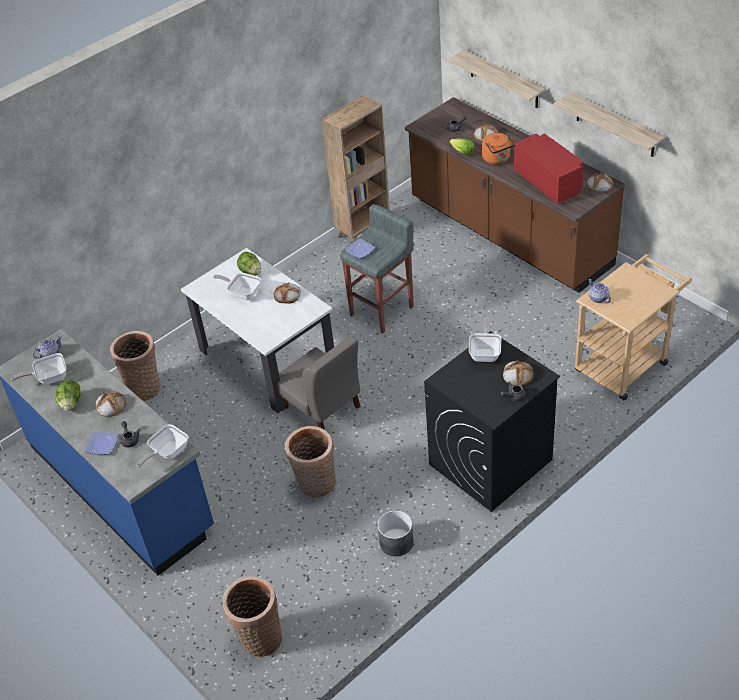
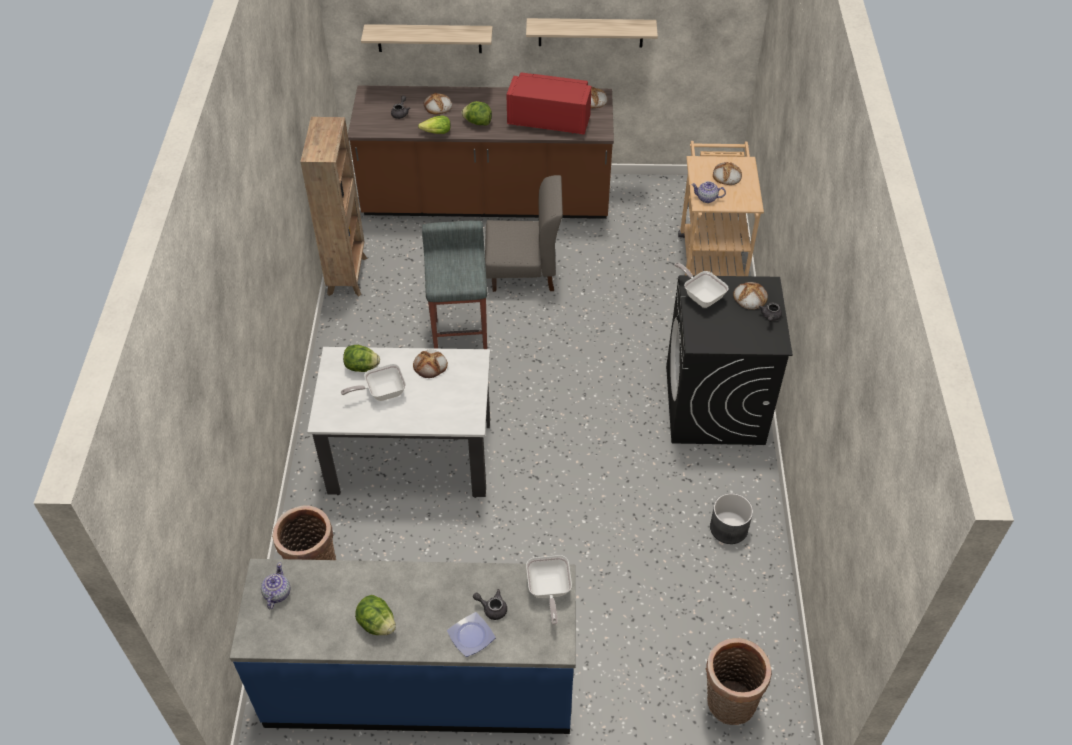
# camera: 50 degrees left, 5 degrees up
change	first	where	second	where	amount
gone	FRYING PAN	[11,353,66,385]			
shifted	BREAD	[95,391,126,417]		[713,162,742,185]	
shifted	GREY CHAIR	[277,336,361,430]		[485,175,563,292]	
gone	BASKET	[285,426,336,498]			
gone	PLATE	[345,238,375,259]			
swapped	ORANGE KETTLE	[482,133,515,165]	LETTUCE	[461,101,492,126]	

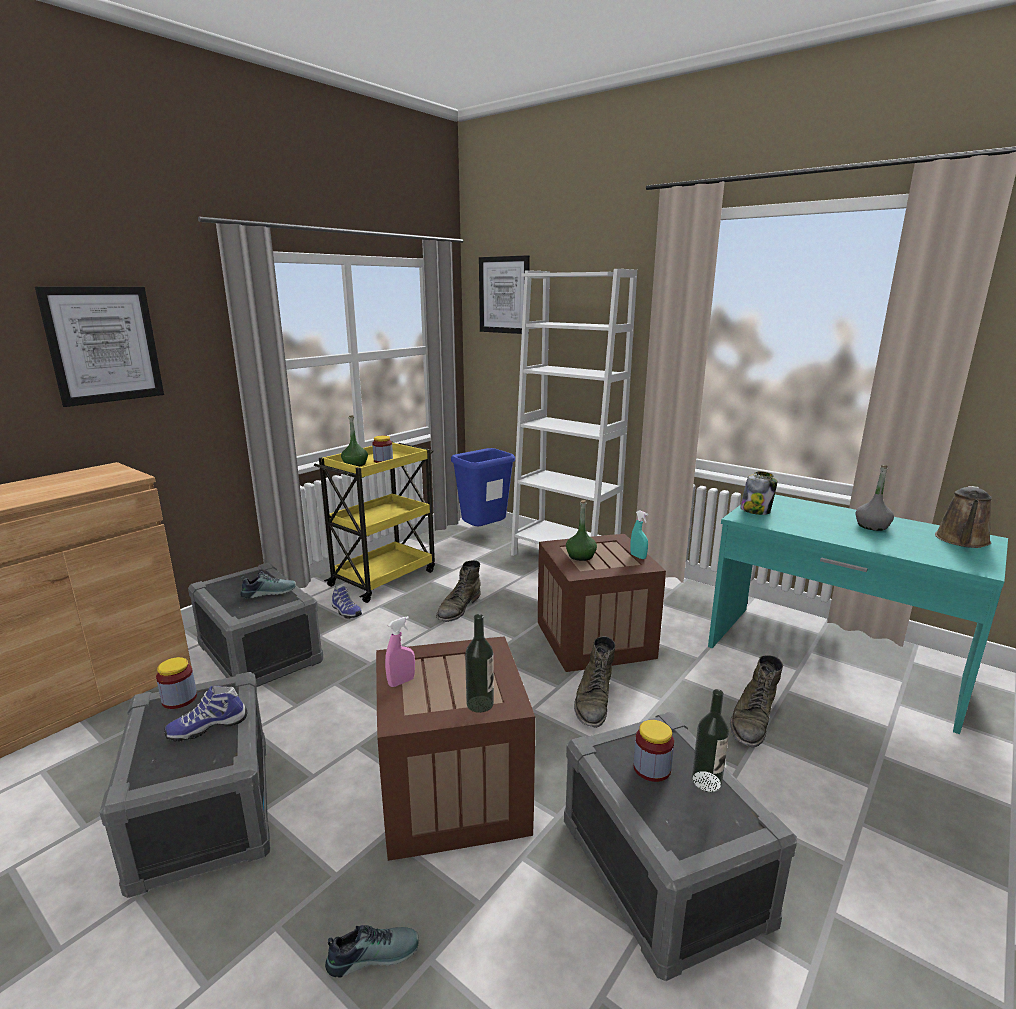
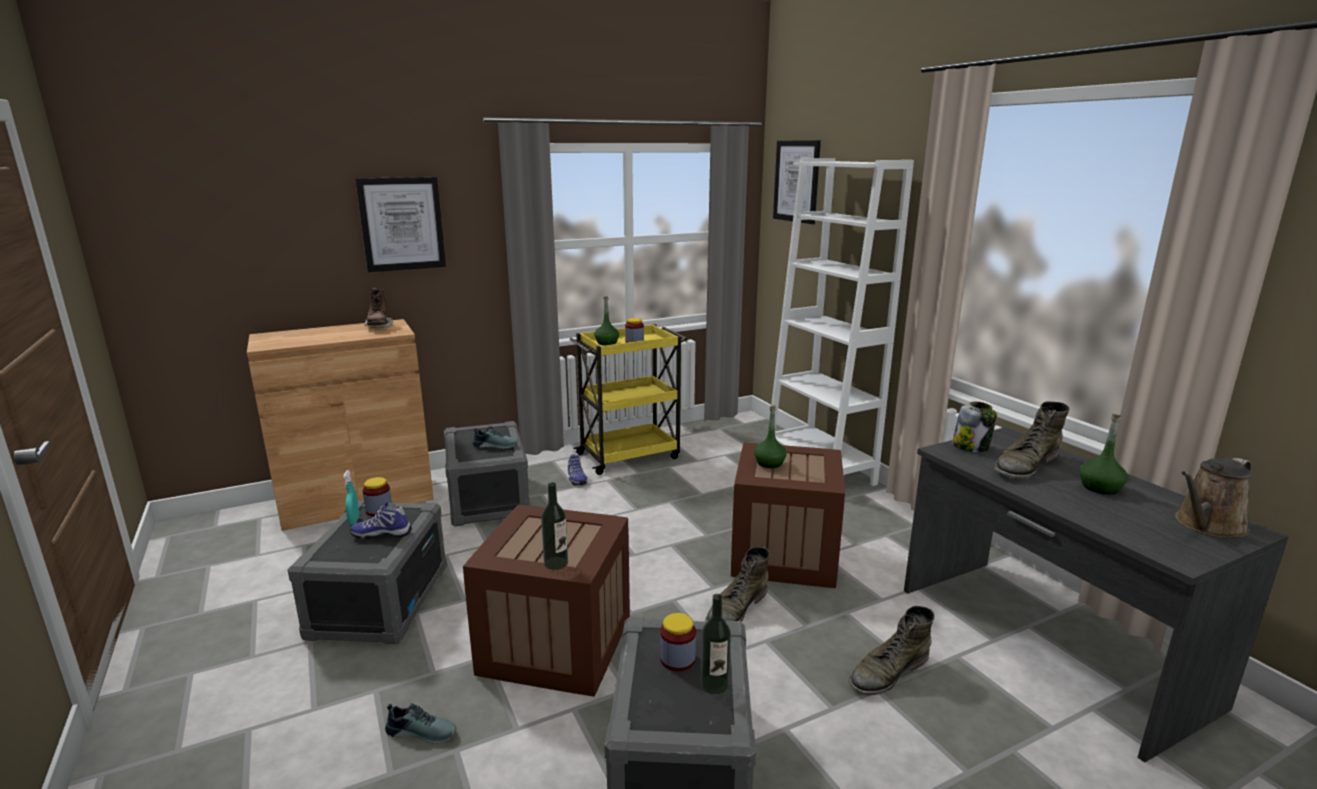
# camera: 25 degrees right, 0 degrees up
change	first	where	second	where	amount
gone	PINK SPRAY BOTTLE	[385,616,415,687]			
shifted	GREEN BOOT	[436,560,481,622]		[994,402,1070,479]	
gone	BLUE TRASH CAN	[451,448,515,526]			
shifted	TURQUOISE SPRAY BOTTLE	[630,510,648,559]		[343,470,359,525]	
repainted	TURQUOISE DESK	[708,495,1008,734]	GREY DESK	[904,427,1289,763]	
repainted	GREY BOTTLE	[855,465,894,531]	GREEN BOTTLE	[1080,414,1128,495]	
new			BROWN BOOT	[364,288,393,328]	

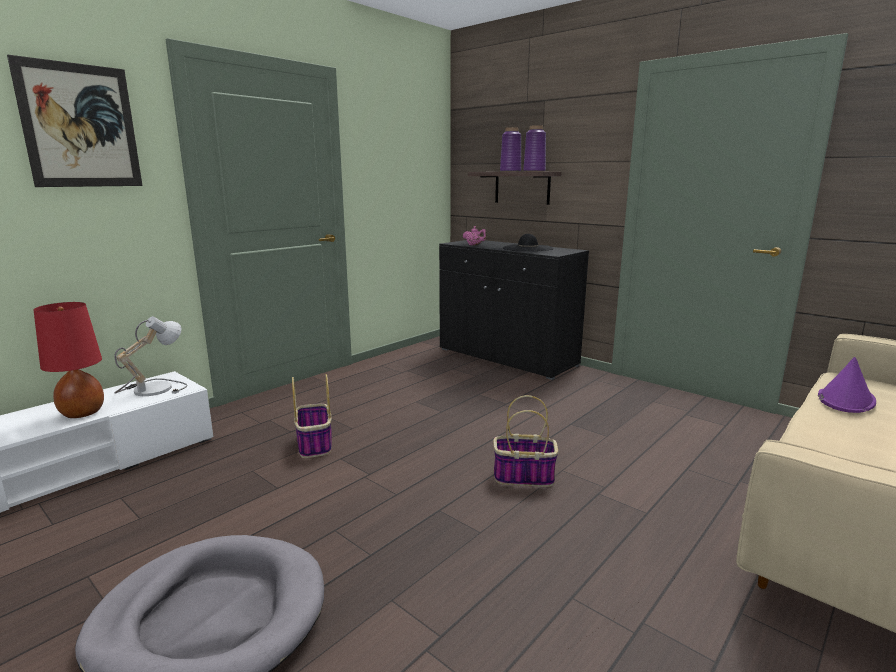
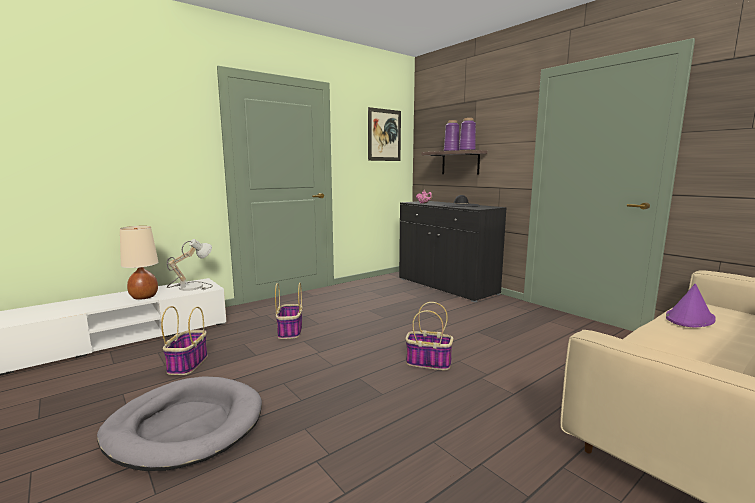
# camera: 10 degrees right, 5 degrees down
change	first	where	second	where	amount
shifted	PICTURE	[7,54,143,187]		[368,107,401,161]	
repainted	RED TABLE LAMP	[34,302,104,418]	BEIGE TABLE LAMP	[120,226,159,300]	
new			BASKET	[161,306,208,375]	

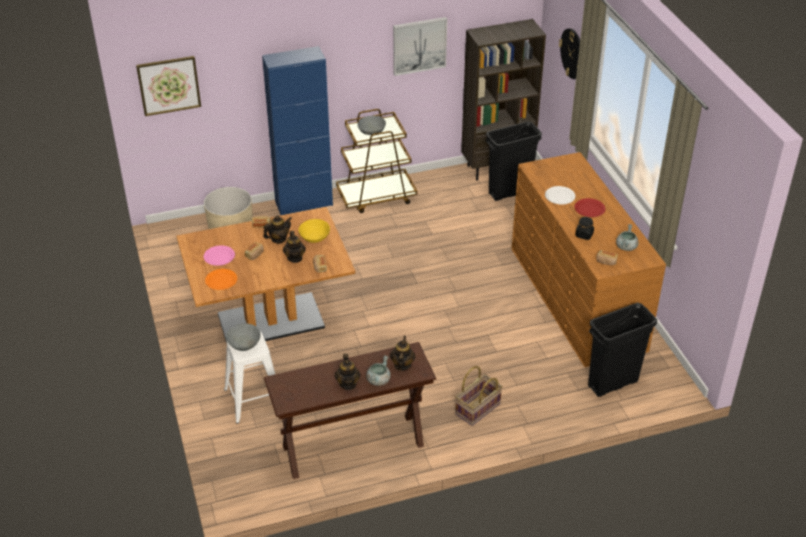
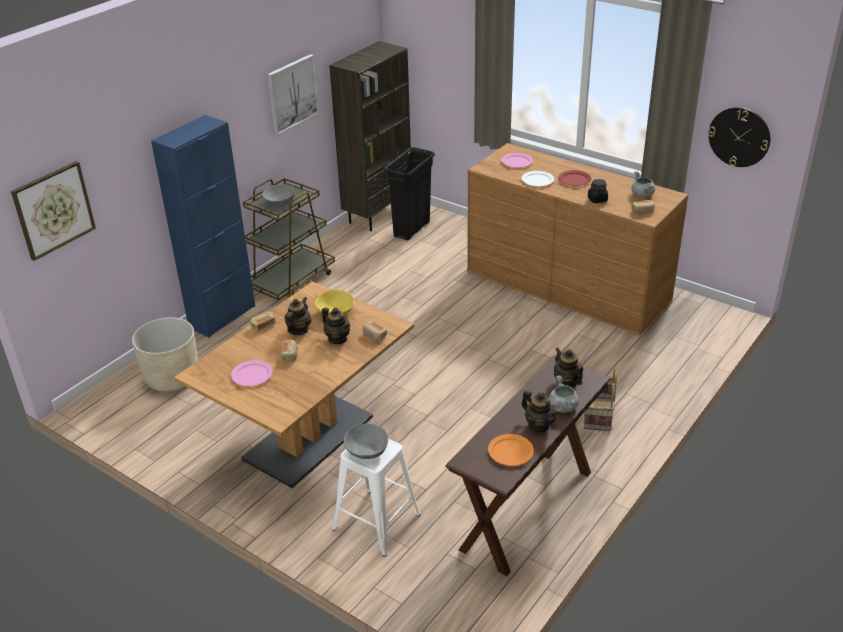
# camera: 35 degrees left, 5 degrees down
change	first	where	second	where	amount
shifted	ORANGE PLATE	[205,269,237,290]		[488,434,534,466]	
shifted	WALL CLOCK	[559,28,580,79]		[708,107,770,167]	
gone	BLACK TRASH CAN	[588,303,657,397]			
new			PINK PLATE	[501,153,533,168]	

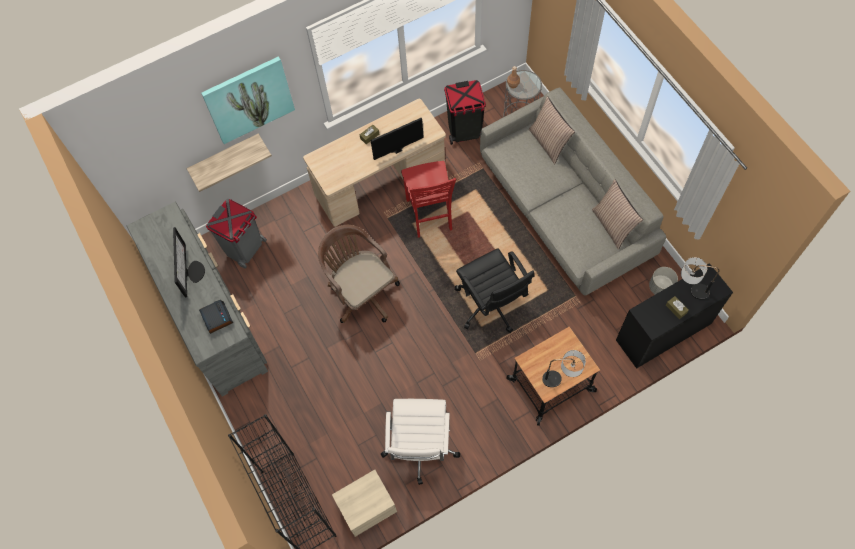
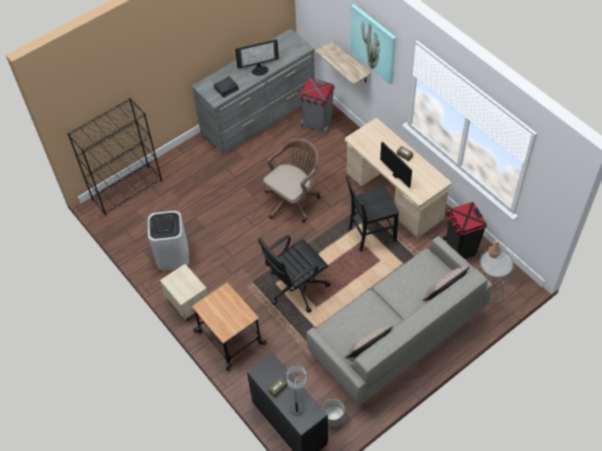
# camera: 80 degrees right, 10 degrees down
change	first	where	second	where	amount
shifted	BEIGE NIGHTSTAND	[332,470,397,537]		[160,264,208,321]	
swapped	WHITE OFFICE CHAIR	[380,399,460,485]	WHITE TRASH CAN	[147,211,189,271]	
repainted	RED CHAIR	[401,161,456,238]	BLACK CHAIR	[346,176,399,252]	
gone	TABLE LAMP	[542,350,586,387]			

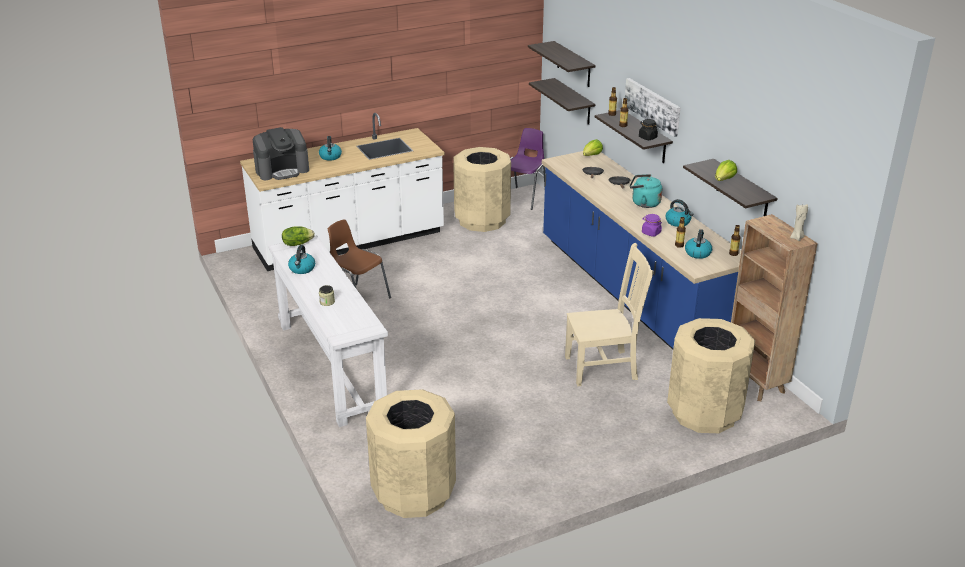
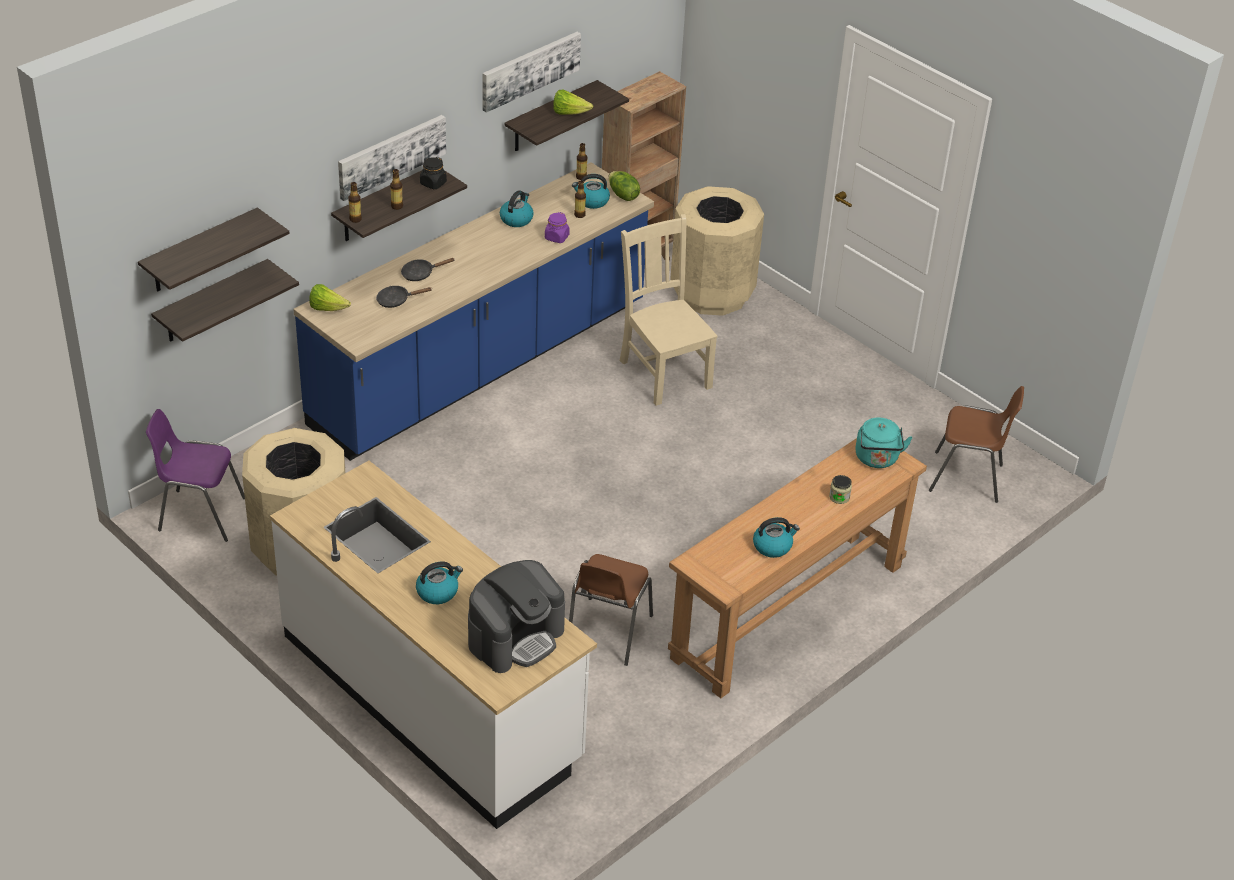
# camera: 110 degrees left, 10 degrees up
change	first	where	second	where	amount
rotated	COFFEE MACHINE	[253,127,309,180]		[468,560,565,673]	90 degrees clockwise
repainted	WHITE CONSOLE TABLE	[269,235,388,427]	BROWN CONSOLE TABLE	[668,438,927,698]	
shifted	LETTUCE	[282,226,315,246]		[608,171,640,201]	
swapped	BEIGE TRASH CAN	[366,389,456,518]	BROWN CHAIR	[929,386,1024,503]	
shifted	TURQUOISE KETTLE	[630,174,662,208]		[855,418,912,468]	
gone	BEIGE CANDLE	[790,204,808,241]			
new			PICTURE	[482,32,581,113]	

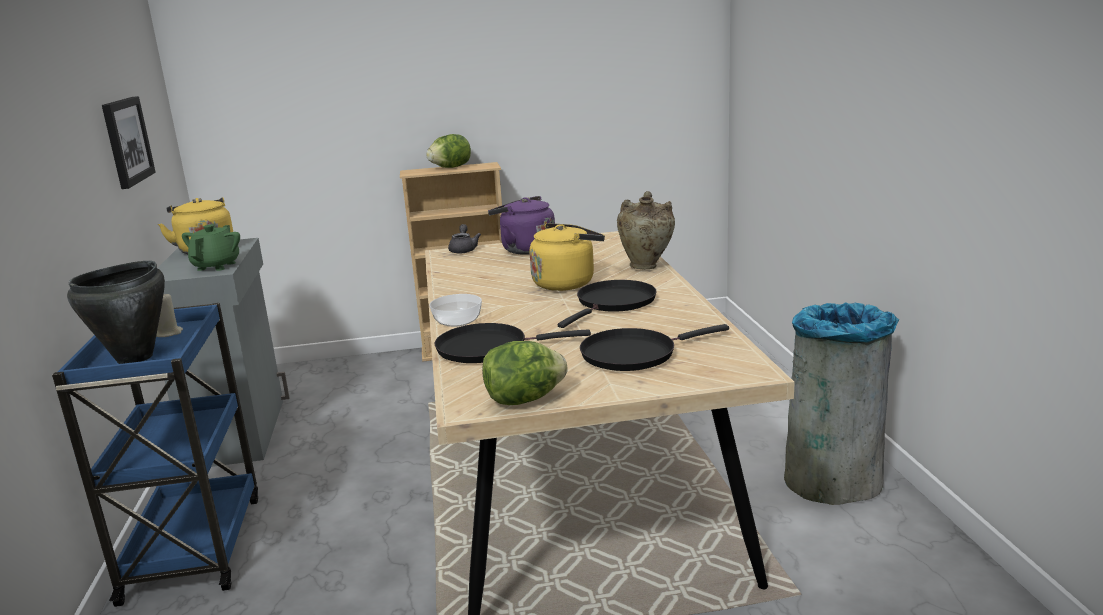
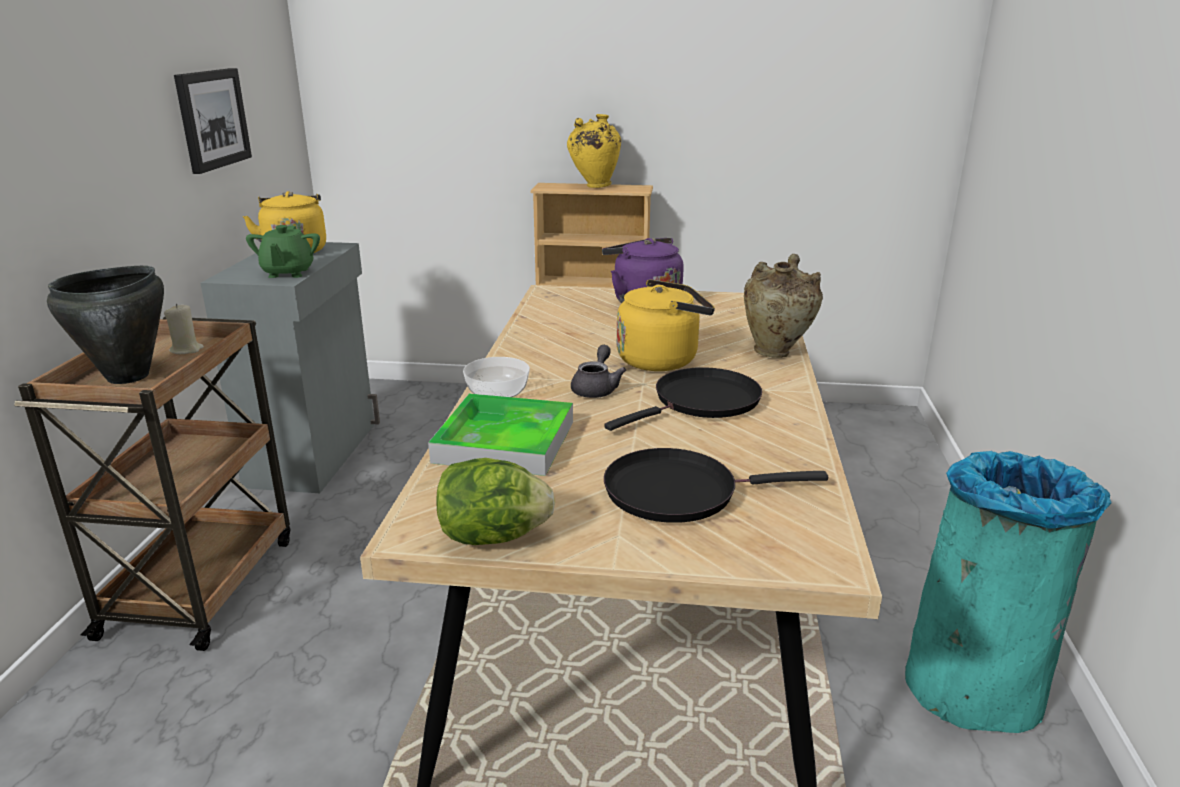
# camera: 15 degrees right, 5 degrees up
change	first	where	second	where	amount
repainted	BLUE CART	[52,303,258,607]	BROWN CART	[14,317,291,651]	
rotated	GREEN TEAPOT	[182,225,240,271]		[246,225,320,278]	150 degrees clockwise
swapped	LETTUCE	[426,134,471,168]	YELLOW VASE	[567,114,621,188]	
swapped	BLACK FRYING PAN	[435,323,591,363]	TRAY	[428,393,573,476]	
shifted	GREY TEAPOT	[448,224,481,254]		[571,345,626,398]	
repainted	GREY TRASH CAN	[784,302,899,505]	TURQUOISE TRASH CAN	[905,451,1112,733]	

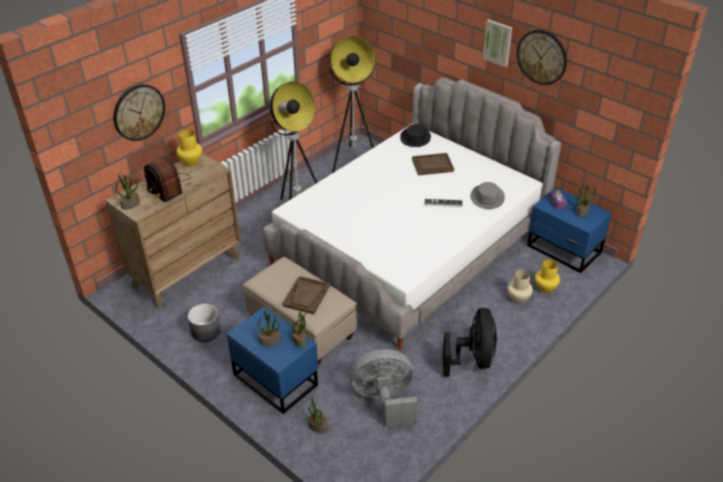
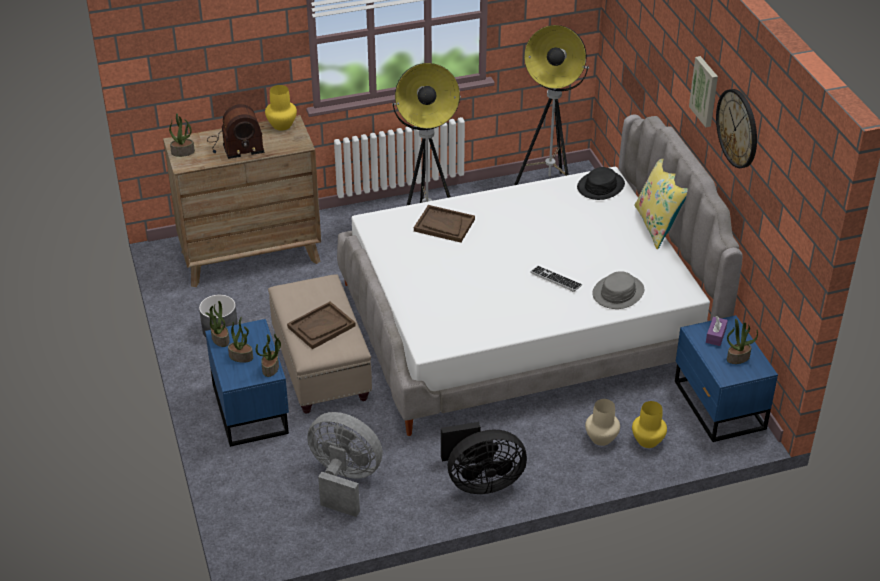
# camera: 30 degrees right, 0 degrees up
change	first	where	second	where	amount
gone	WALL CLOCK	[113,84,165,141]			
rotated	RADIO	[144,156,191,202]		[207,104,264,159]	90 degrees counterclockwise
shifted	POTTED PLANT	[308,398,328,433]		[205,301,230,347]	
shifted	BROWN TRAY	[412,153,454,175]		[414,205,475,242]	
rotated	BLACK FAN	[442,308,497,377]		[441,422,527,494]	45 degrees clockwise
new			YELLOW PILLOW	[634,158,688,250]	

